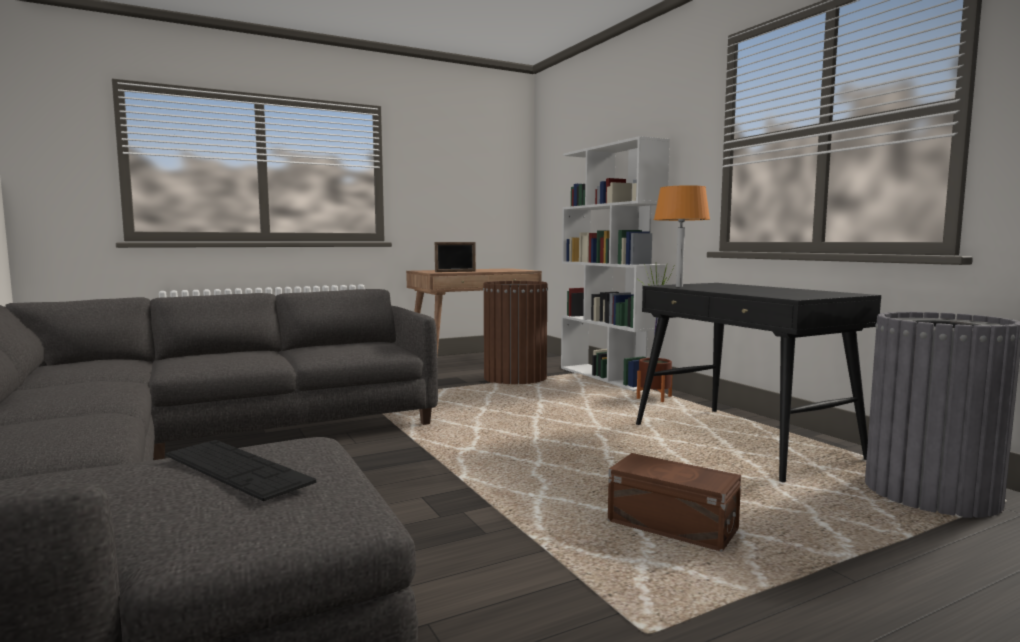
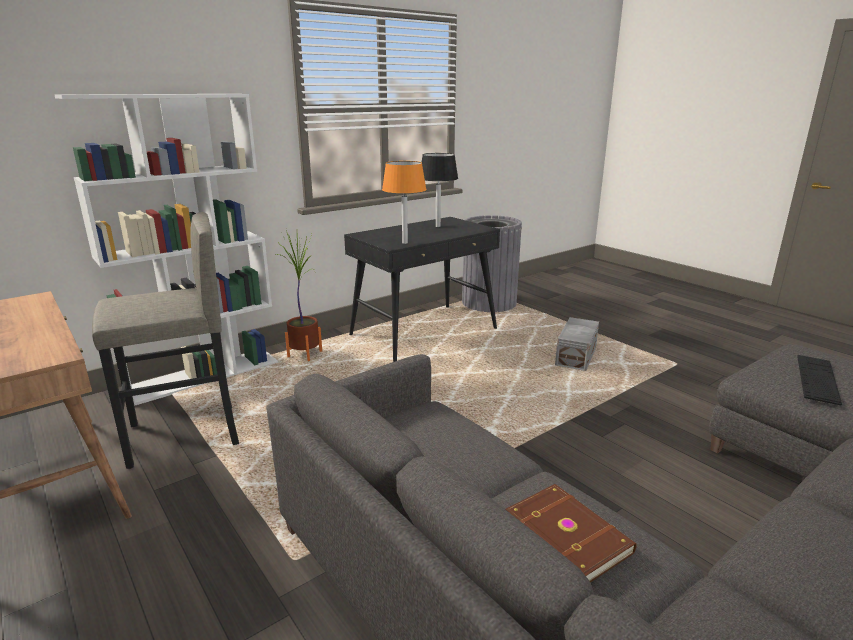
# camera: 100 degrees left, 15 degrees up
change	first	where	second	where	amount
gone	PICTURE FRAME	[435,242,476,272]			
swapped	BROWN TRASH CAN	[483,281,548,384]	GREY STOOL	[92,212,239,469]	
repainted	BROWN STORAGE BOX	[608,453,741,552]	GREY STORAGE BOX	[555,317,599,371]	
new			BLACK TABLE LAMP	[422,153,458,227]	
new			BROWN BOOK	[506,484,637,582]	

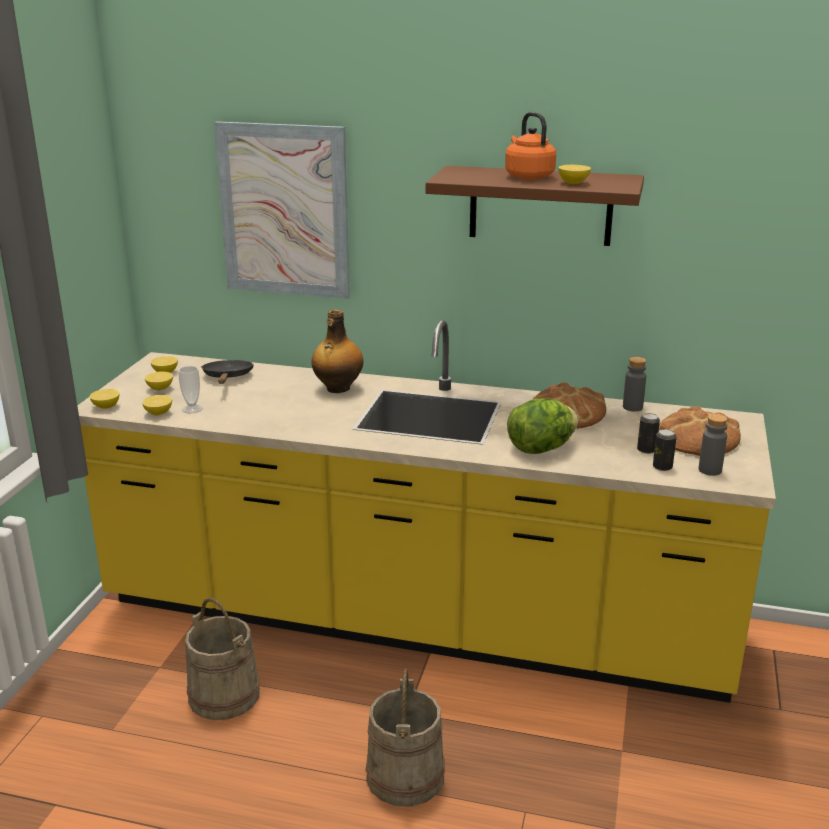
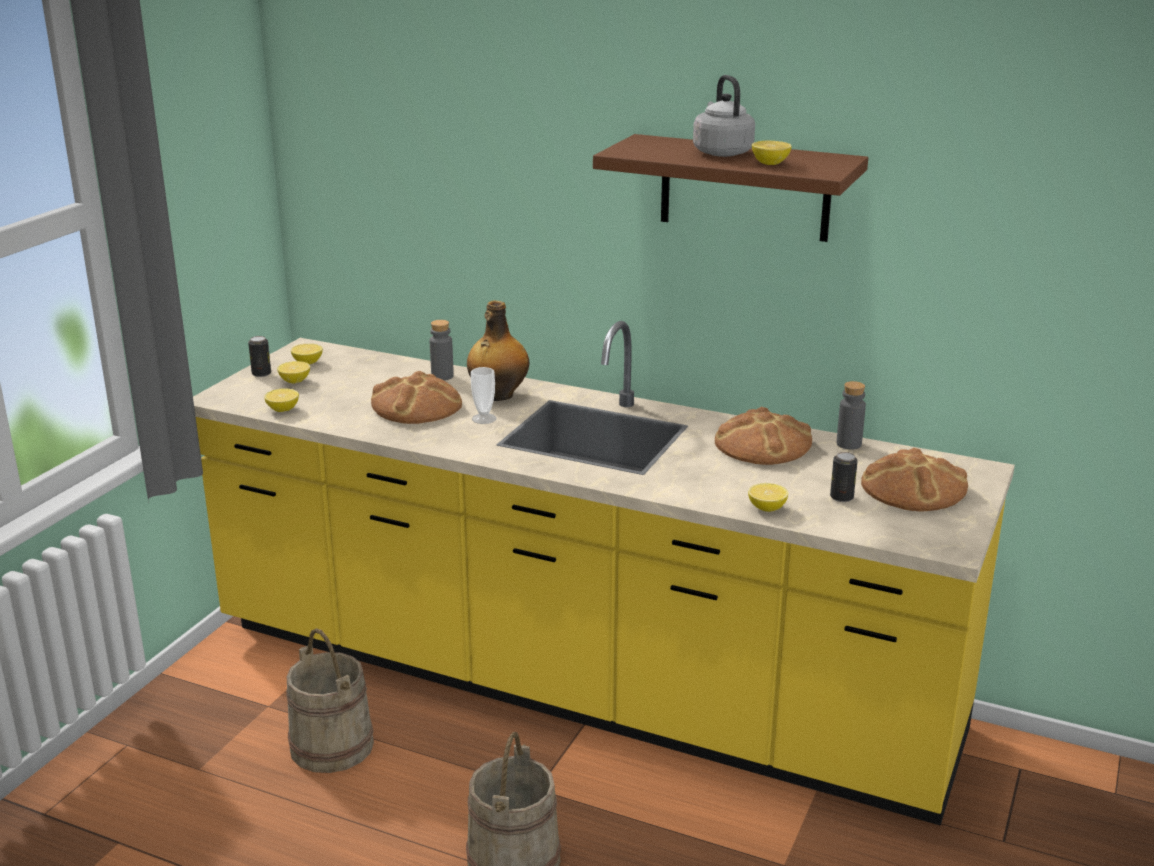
# camera: 10 degrees right, 0 degrees up
change	first	where	second	where	amount
shifted	LEMON	[90,389,119,409]		[748,483,788,512]	
shifted	CUP	[178,366,203,413]		[471,367,497,424]	
gone	BLACK FRYING PAN	[201,360,254,384]			
gone	PICTURE	[214,121,350,299]			
repainted	ORANGE KETTLE	[505,112,556,179]	GREY KETTLE	[693,75,755,157]	
gone	LETTUCE	[507,398,579,454]			
shifted	CAN	[653,429,677,471]		[248,336,271,377]	
shifted	GREY BOTTLE	[699,414,727,476]		[430,320,454,380]	
new			BREAD	[371,371,462,424]	

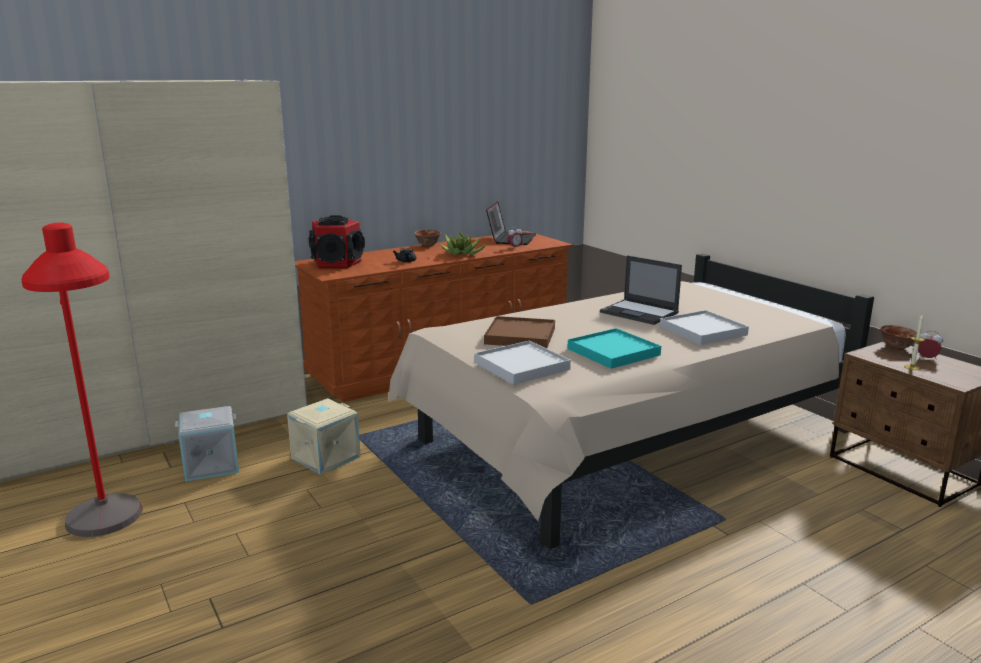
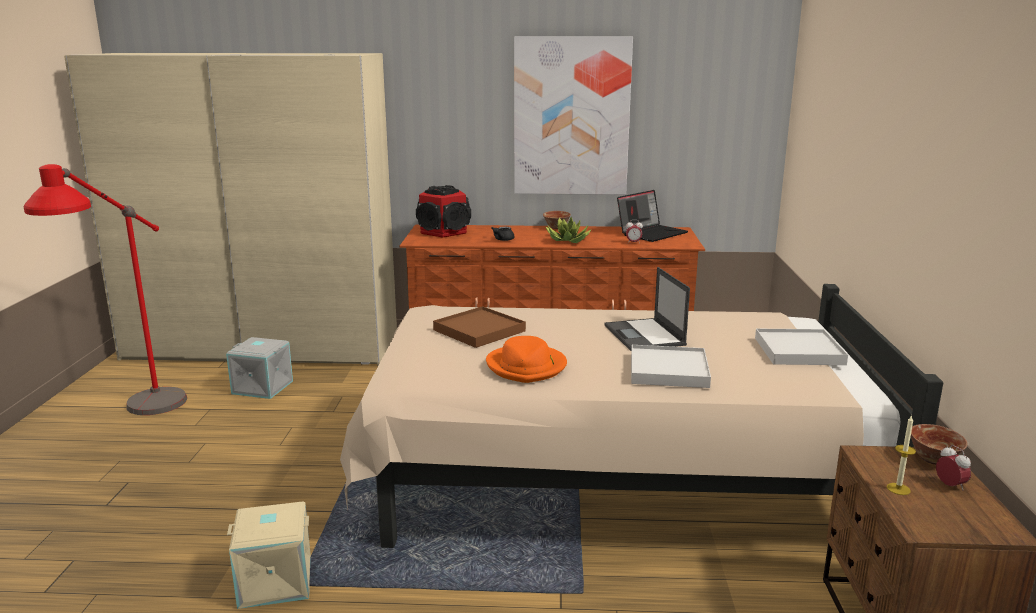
# camera: 35 degrees right, 0 degrees up
change	first	where	second	where	amount
shifted	BEIGE STORAGE BOX	[287,398,361,475]		[227,502,311,609]	
shifted	WHITE TRAY	[475,341,571,385]		[755,329,848,365]	
swapped	TURQUOISE TRAY	[567,328,661,369]	ORANGE HAT	[486,336,567,383]	
new			PICTURE	[514,36,633,195]	

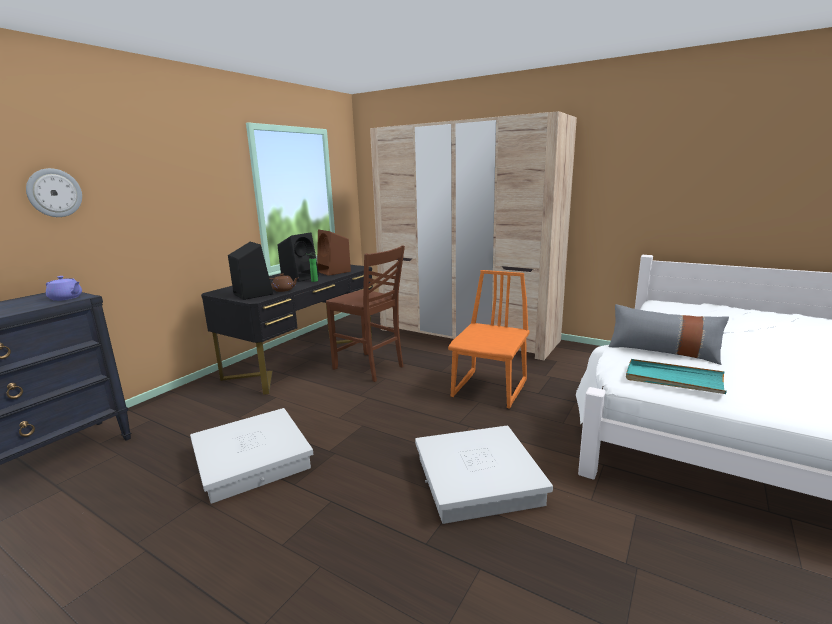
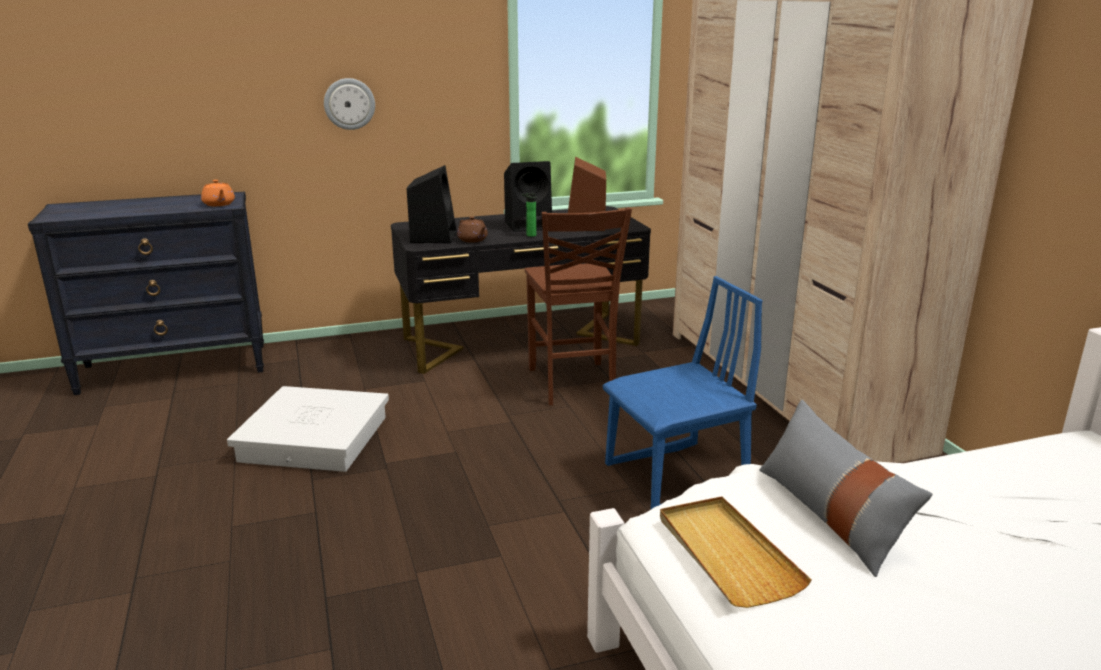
# camera: 40 degrees right, 5 degrees up
change	first	where	second	where	amount
shifted	WALL CLOCK	[26,168,82,217]		[324,78,375,130]	
repainted	PURPLE TEAPOT	[46,276,82,301]	ORANGE TEAPOT	[201,180,235,206]	
gone	WHITE STORAGE BOX	[415,425,553,524]			
repainted	ORANGE CHAIR	[448,270,530,409]	BLUE CHAIR	[603,276,763,509]	
repainted	TURQUOISE TRAY	[626,359,727,394]	BEIGE TRAY	[660,497,811,608]	

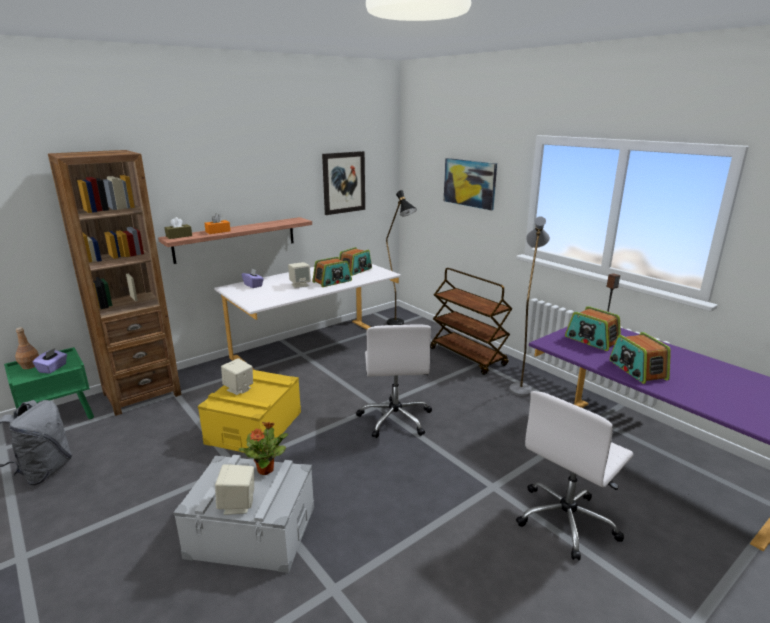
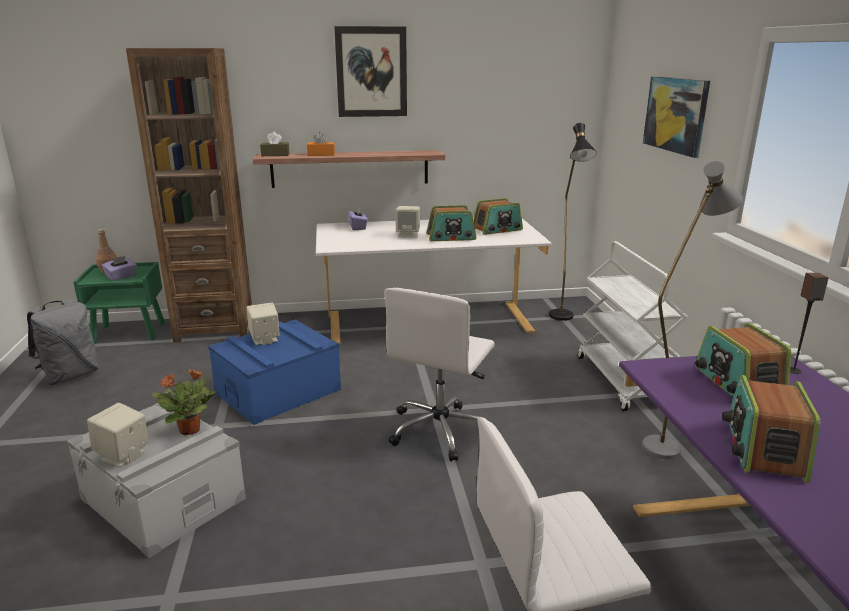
# camera: 30 degrees right, 0 degrees up
change	first	where	second	where	amount
repainted	YELLOW STORAGE BOX	[198,370,301,453]	BLUE STORAGE BOX	[208,319,341,425]	
shifted	PICTURE	[322,151,365,215]		[334,26,407,117]	
repainted	BROWN CART	[430,268,512,375]	WHITE CART	[578,241,688,411]	

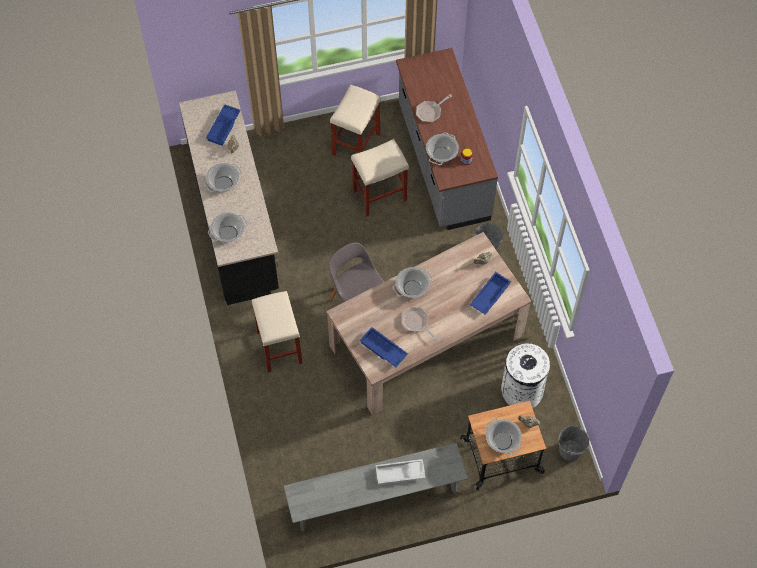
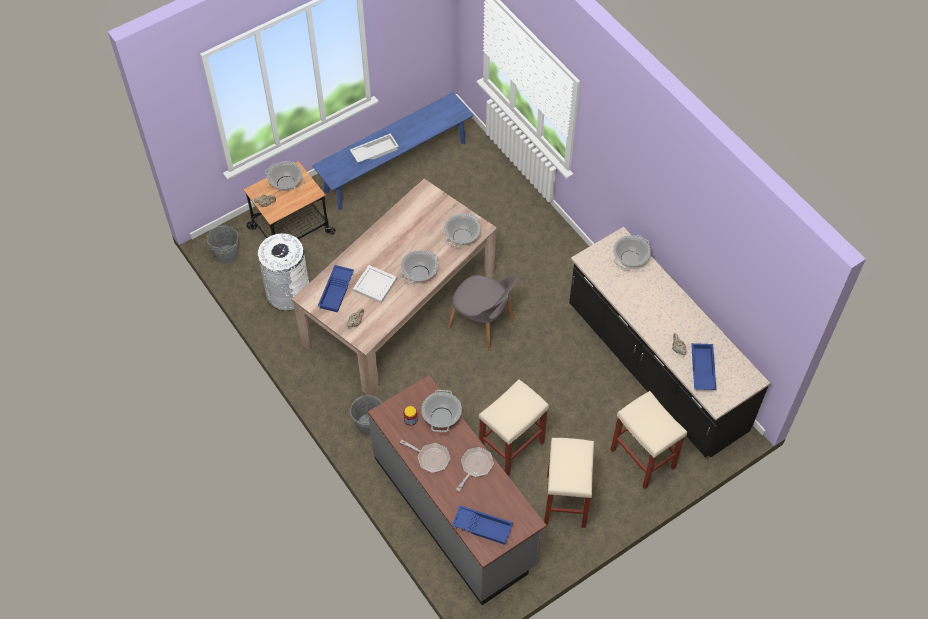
# camera: 160 degrees right, 5 degrees down
change	first	where	second	where	amount
shifted	COOKING POT	[204,163,242,193]		[444,213,481,247]	
shifted	BEIGE STOOL	[252,291,303,372]		[611,391,687,489]	
repainted	GREY BENCH	[284,443,468,531]	BLUE BENCH	[312,92,474,210]	
shifted	BLUE TRAY	[359,327,408,367]		[452,505,513,545]	
shifted	FRYING PAN	[402,307,438,340]		[400,440,450,473]	
new			WHITE TRAY	[353,265,397,303]	

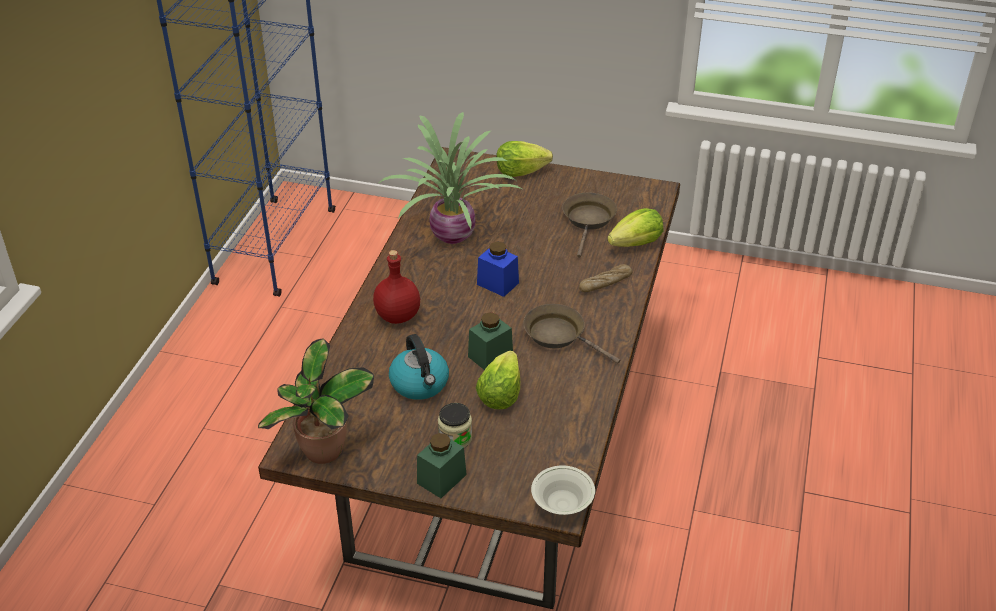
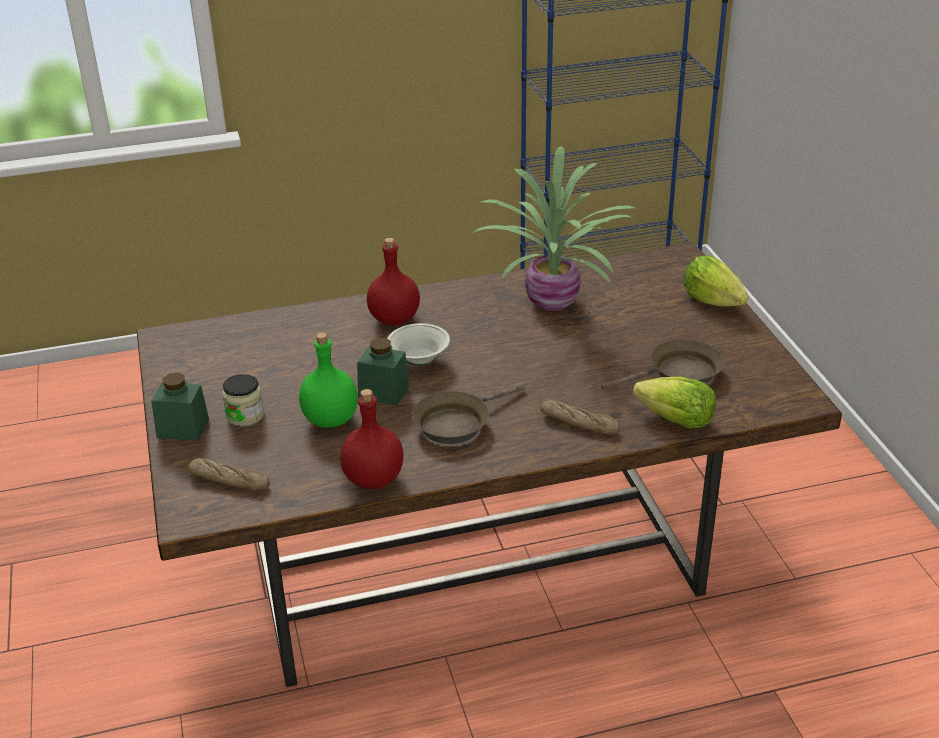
# camera: 60 degrees right, 5 degrees down
change	first	where	second	where	amount
gone	POTTED PLANT	[258,339,374,464]			
gone	KETTLE	[389,334,449,400]			
swapped	LETTUCE	[476,351,520,409]	GREEN BOTTLE	[299,332,358,428]	
gone	BLUE JAR	[477,242,519,297]			
rotated	BROWN FRYING PAN	[523,304,620,364]		[412,383,525,444]	135 degrees counterclockwise
shifted	WHITE BOWL	[531,465,595,515]		[387,323,450,366]	
new			BREAD	[188,458,270,491]	
new			RED BOTTLE	[340,389,404,489]	

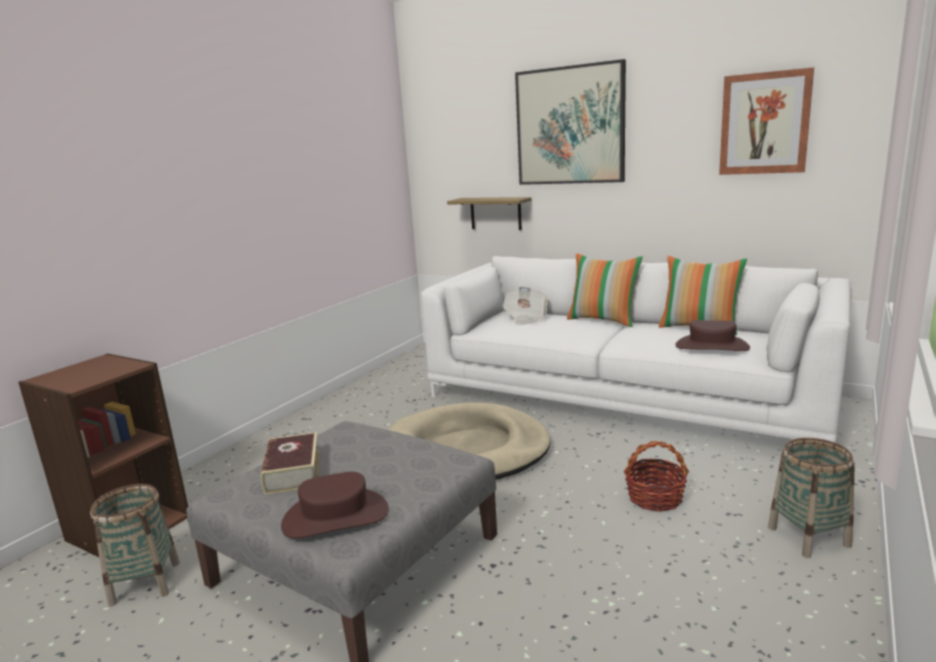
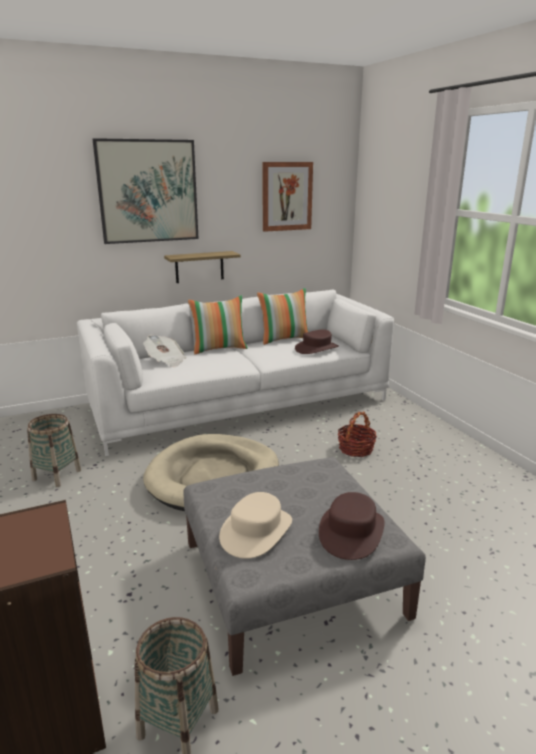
# camera: 55 degrees left, 5 degrees up
change	first	where	second	where	amount
swapped	BOOK	[261,432,320,495]	BEIGE HAT	[219,492,292,559]	
shifted	SHELF	[447,197,532,230]		[164,251,241,283]	
shifted	BASKET	[768,438,855,558]		[27,414,81,487]	

